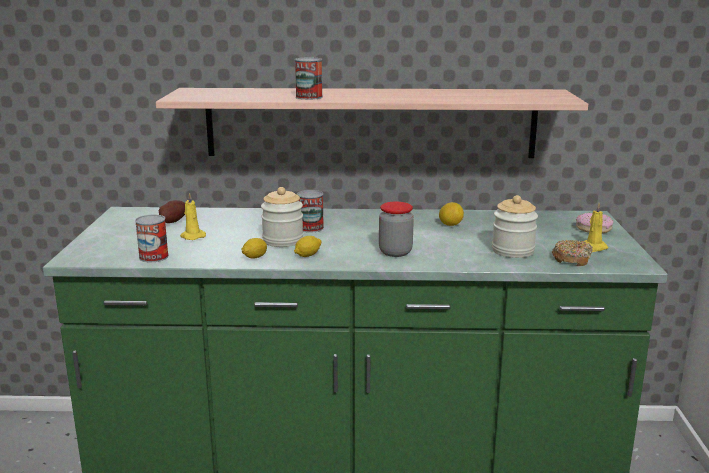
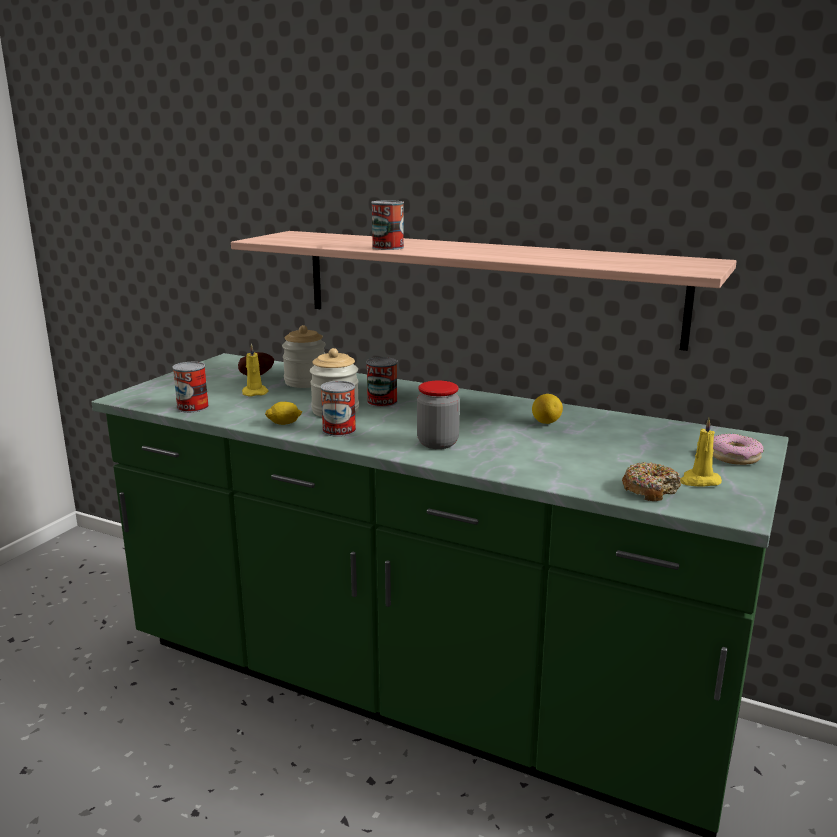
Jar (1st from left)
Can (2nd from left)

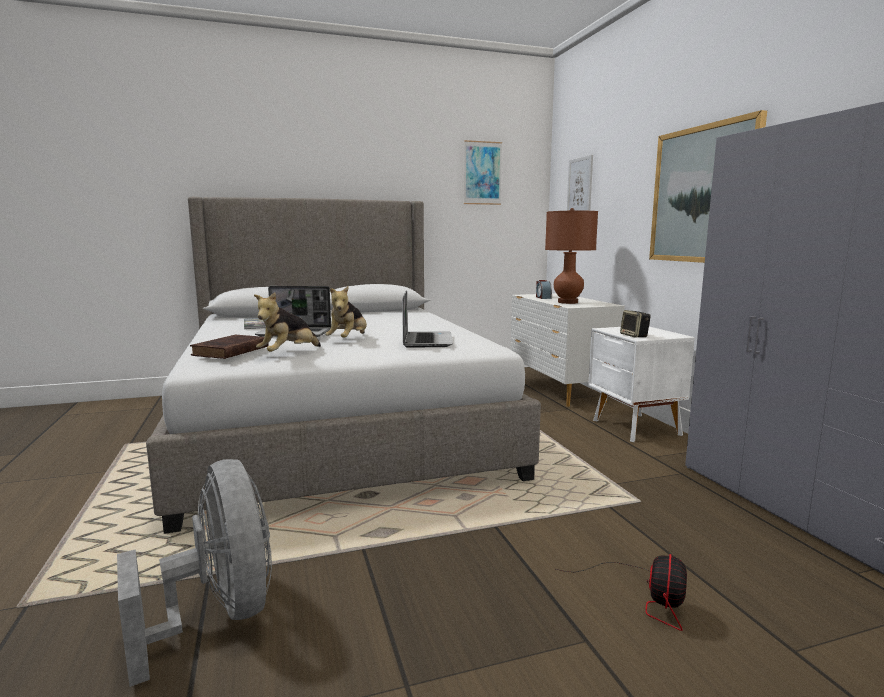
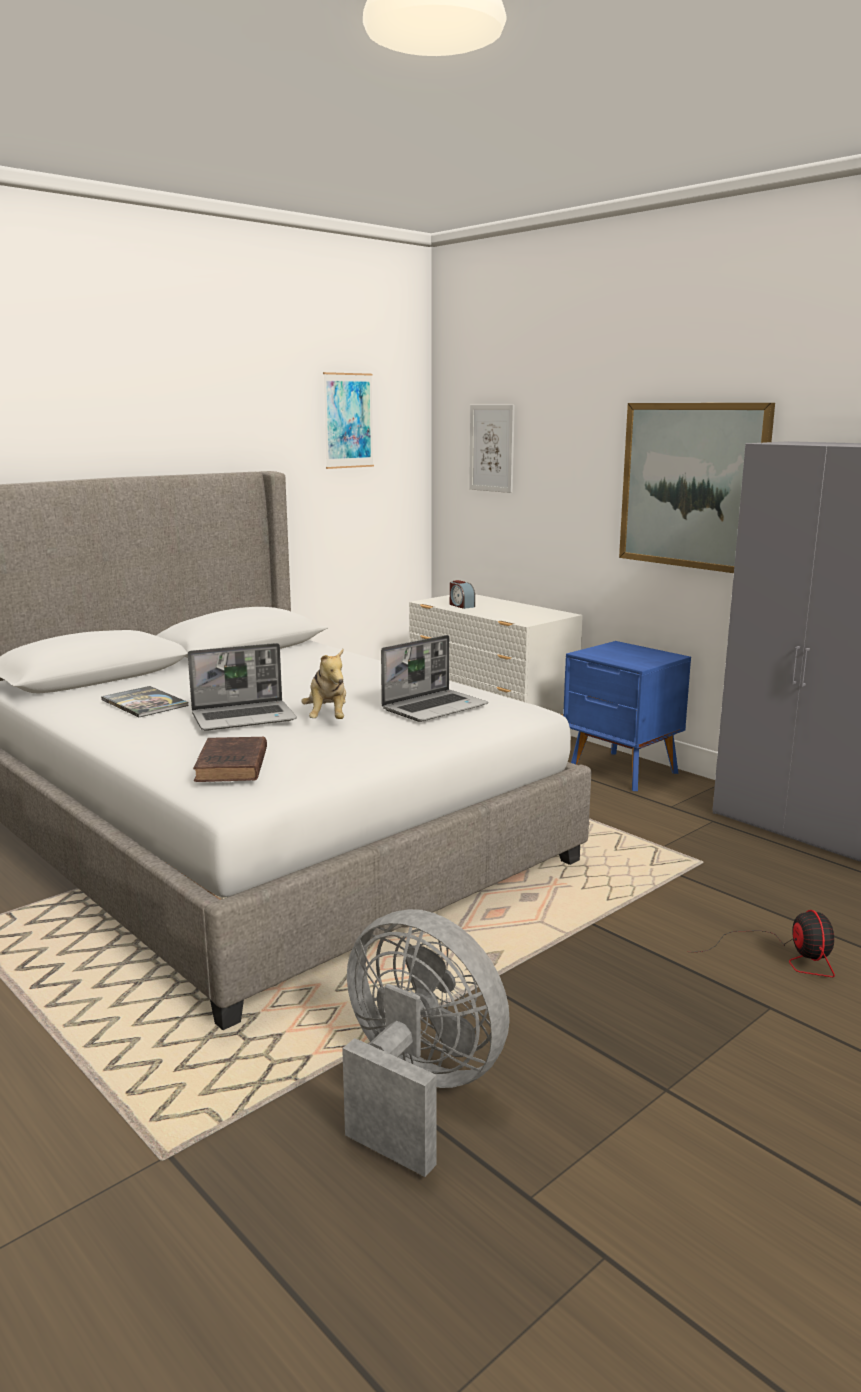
Laptop (2nd from left)
BlueNightstand
PlushToy (1st from left in the first image)
BrownTableLamp
Speaker

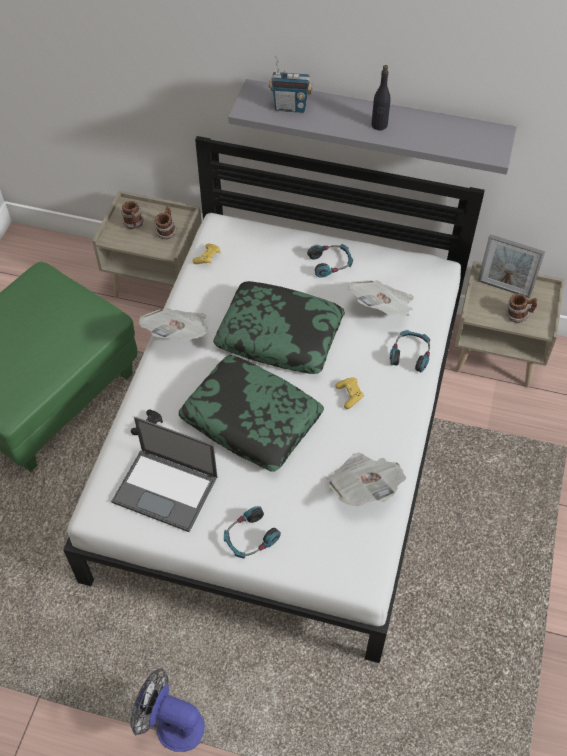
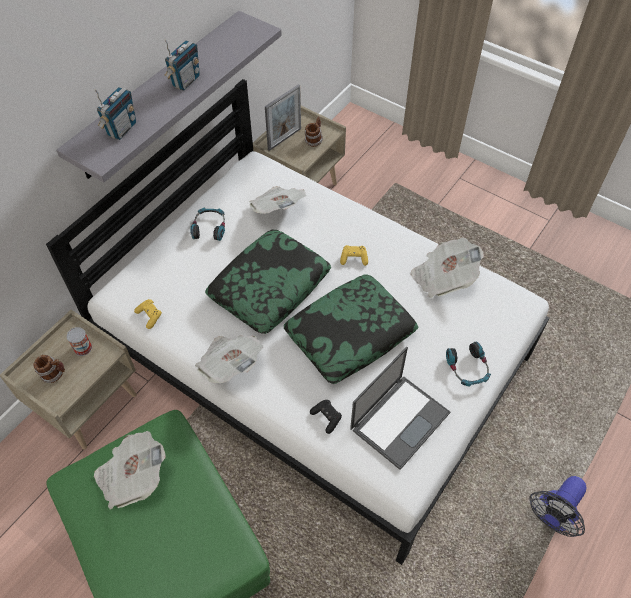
Can
Newspaper (1st from left)
Radio (2nd from left)
Headphones (3rd from left in the first image)

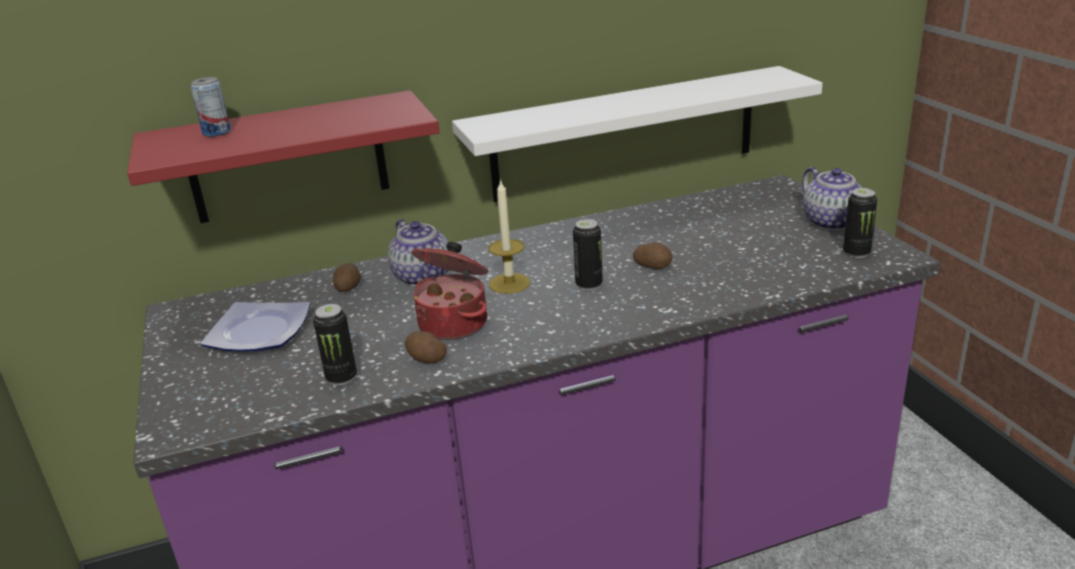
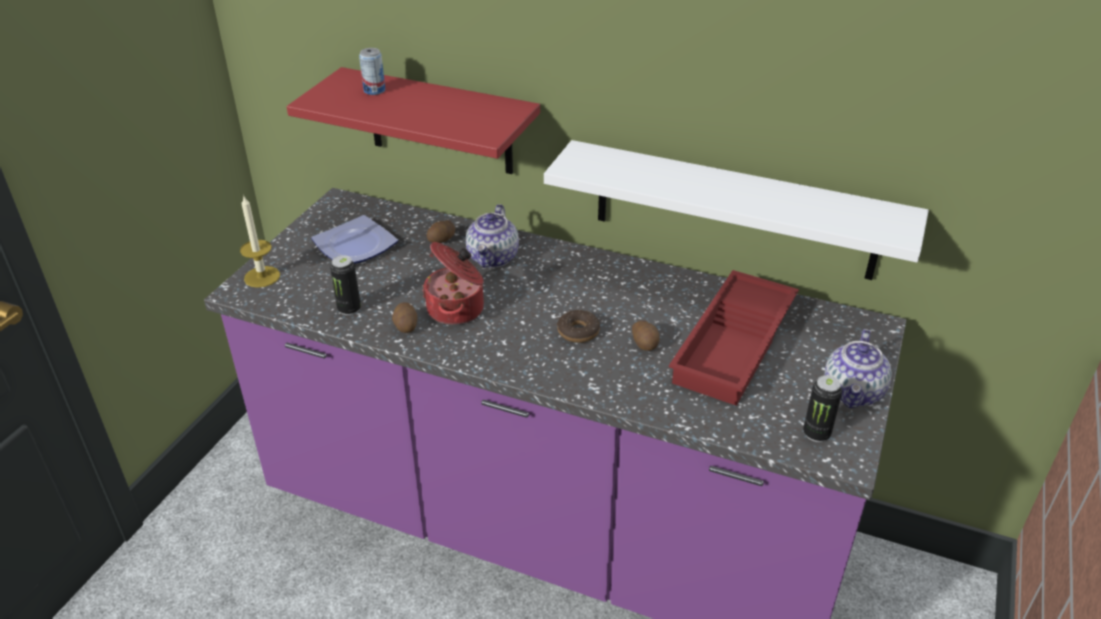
Candle
Donut
RedTray

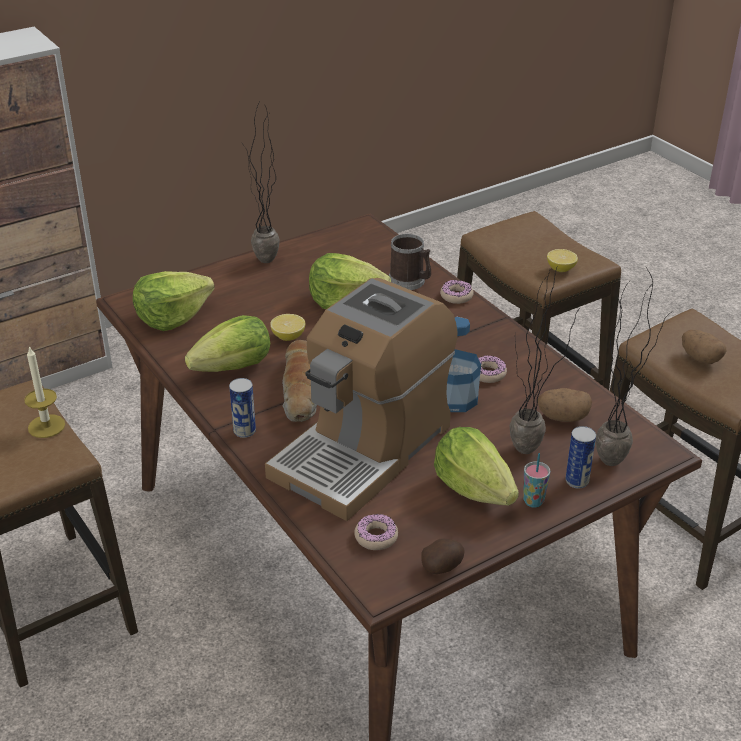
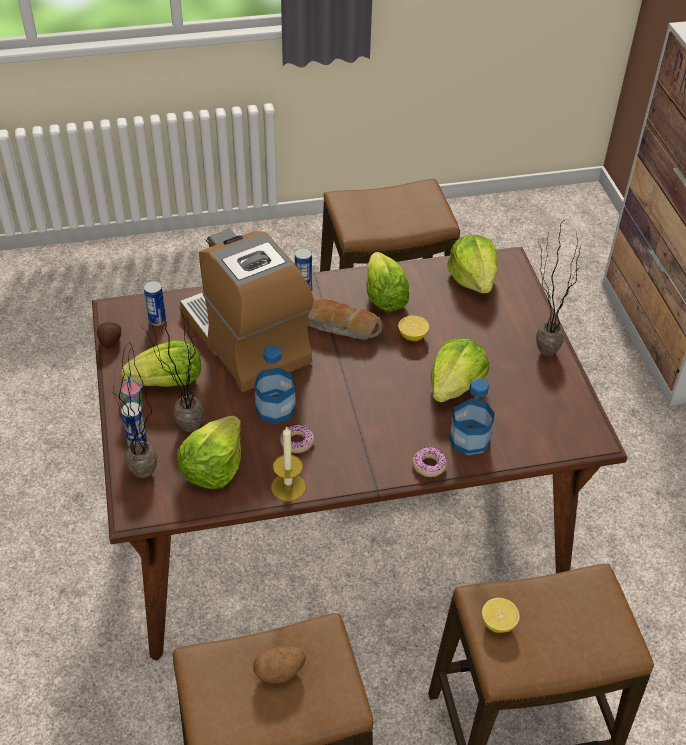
Can (2nd from left)
Lettuce (2nd from left)
Candle
Bottle (2nd from left)

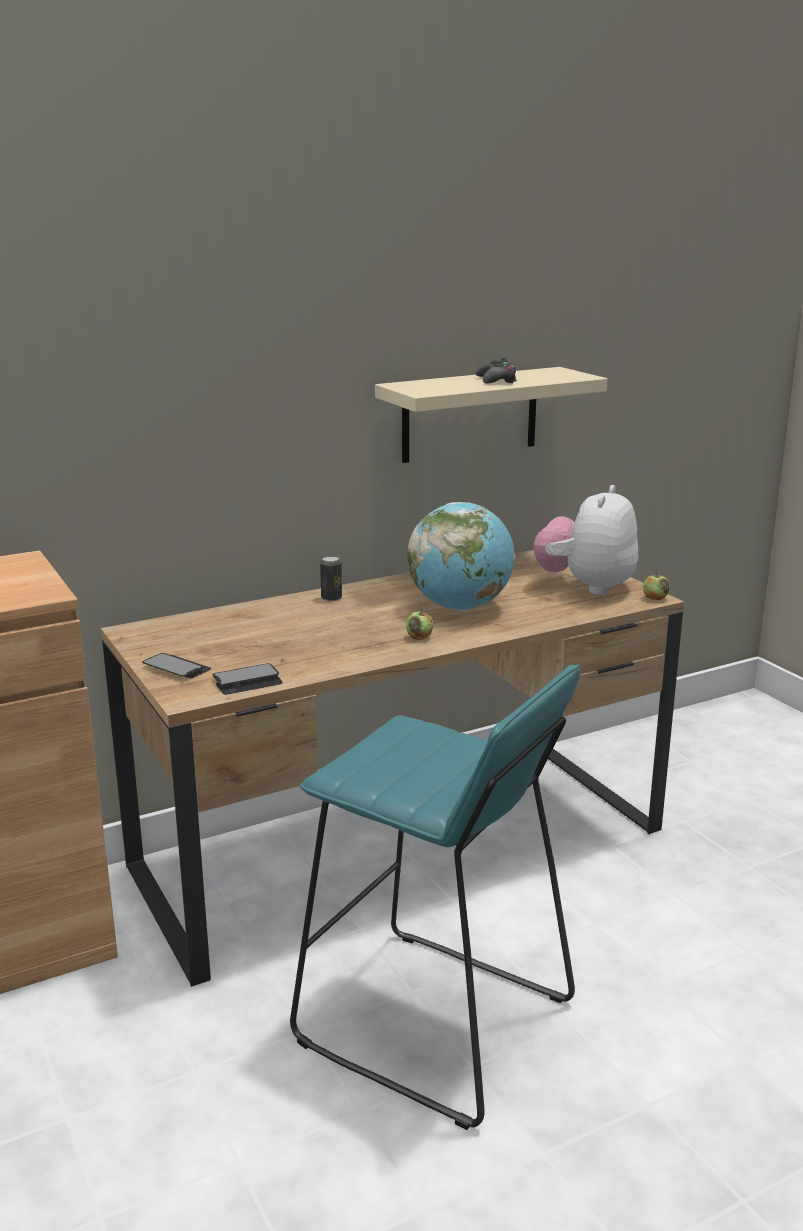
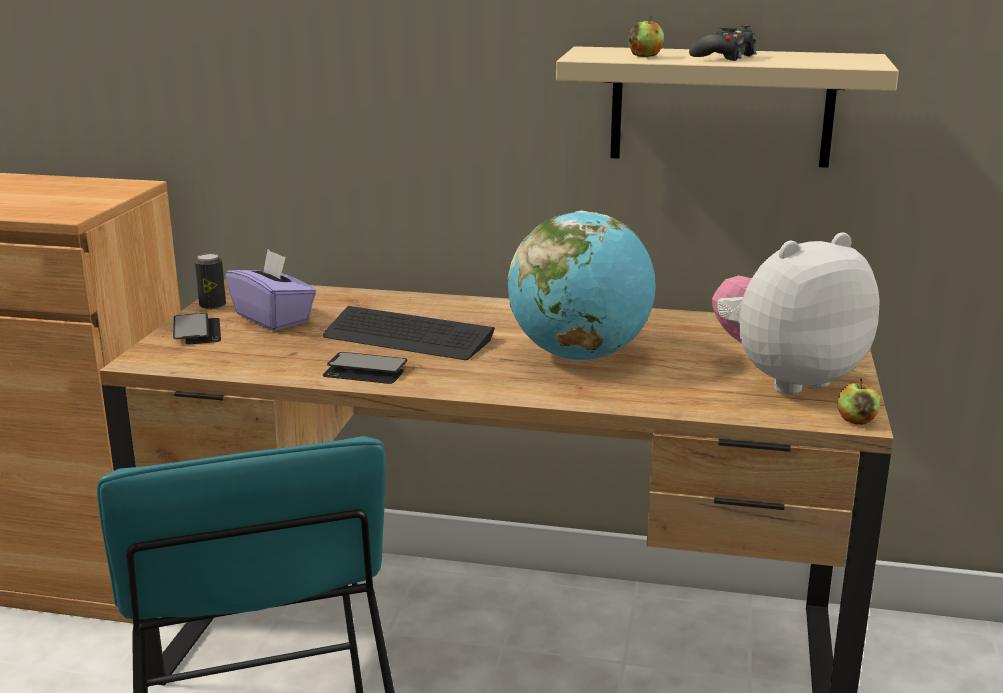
Can
PurpleTissueBox
Keyboard
Phone (2nd from left)
Apple (1st from left)

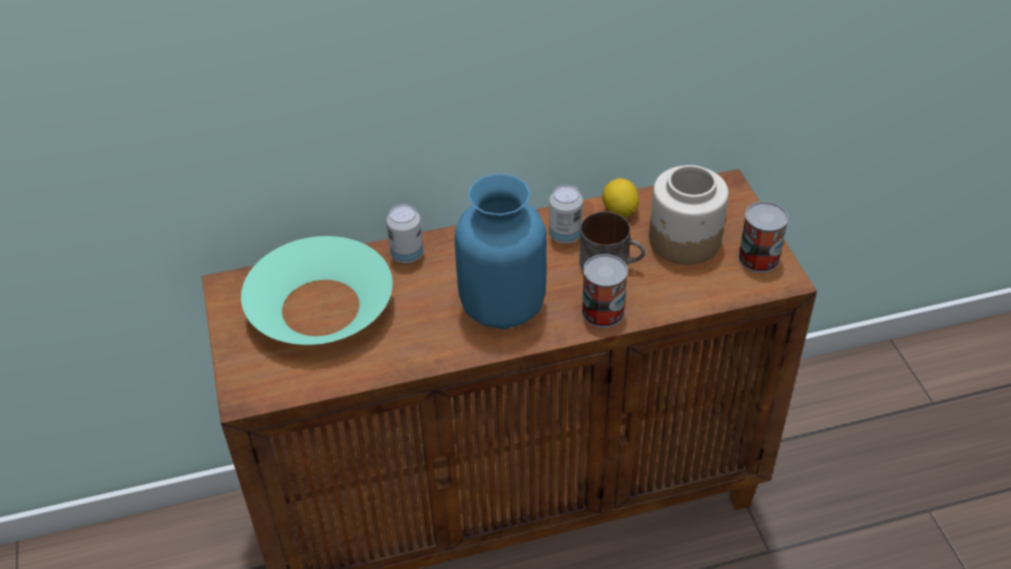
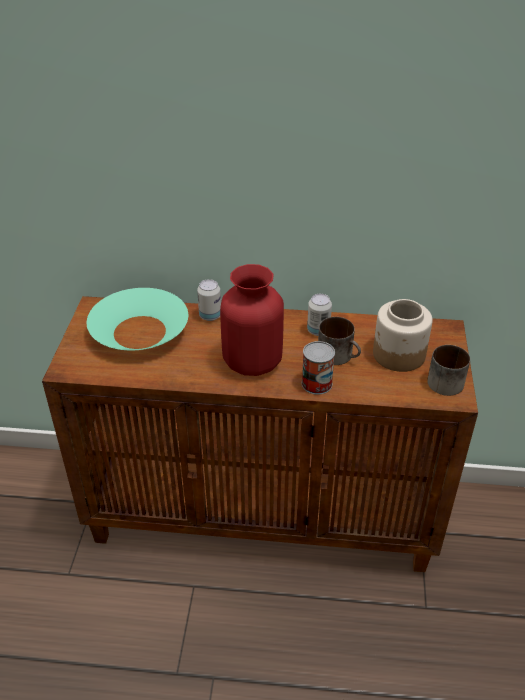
RedVase
Mug (2nd from left)
Lemon

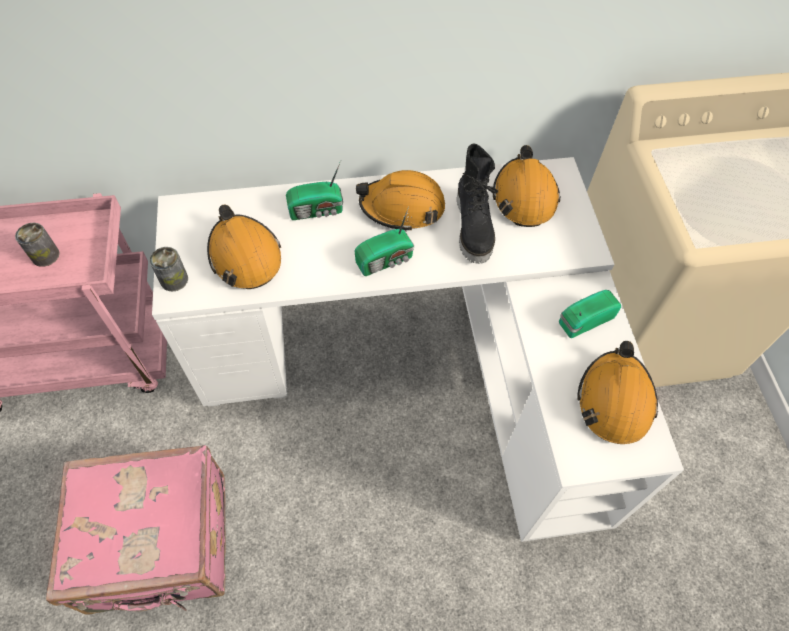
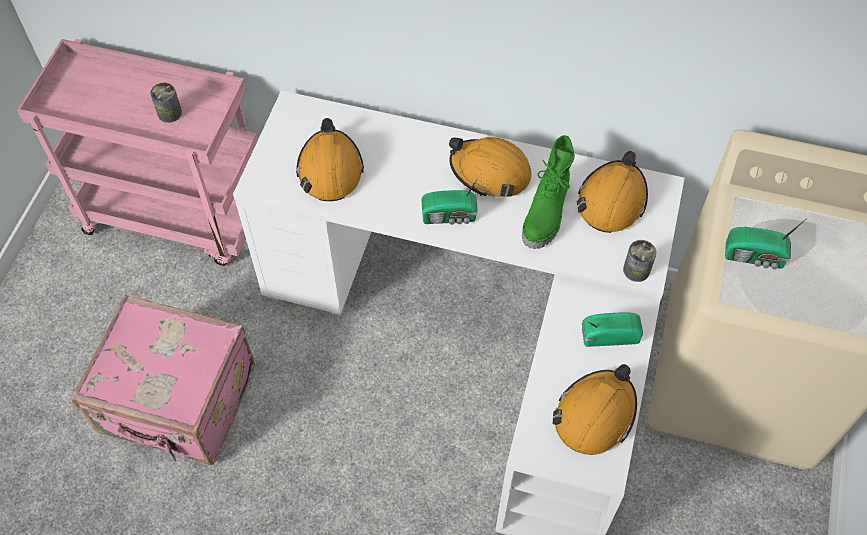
GreenBoot
Can (2nd from left)
Radio (3rd from left)

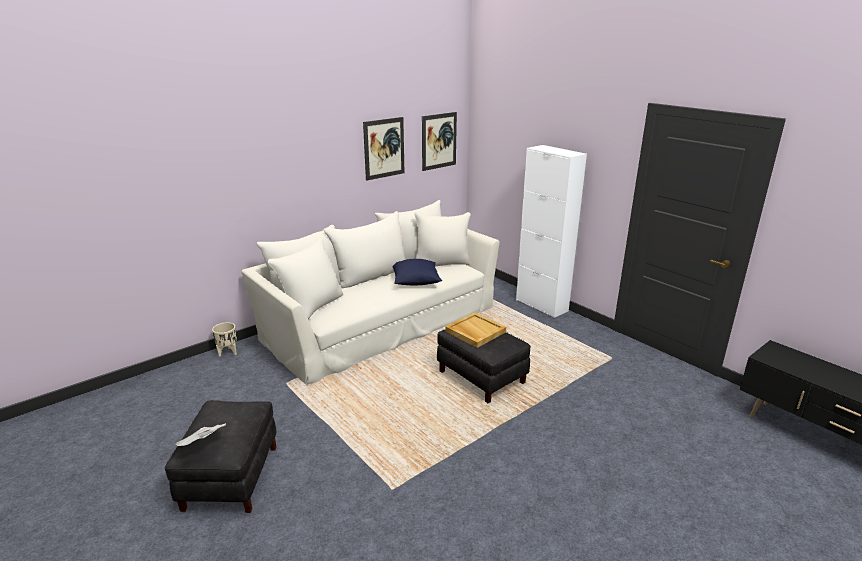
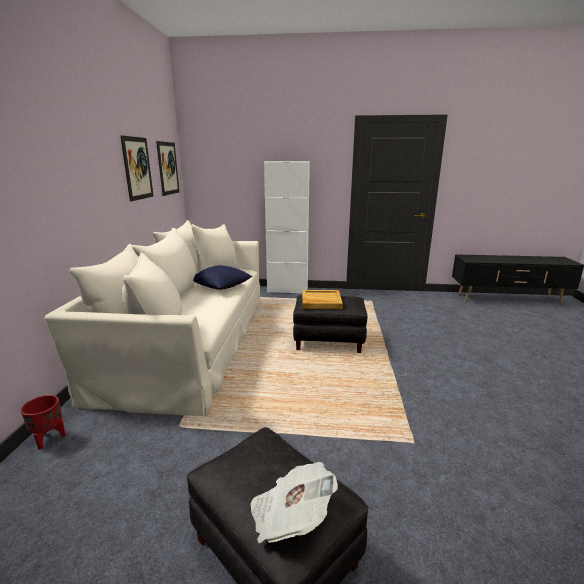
RedPlanter

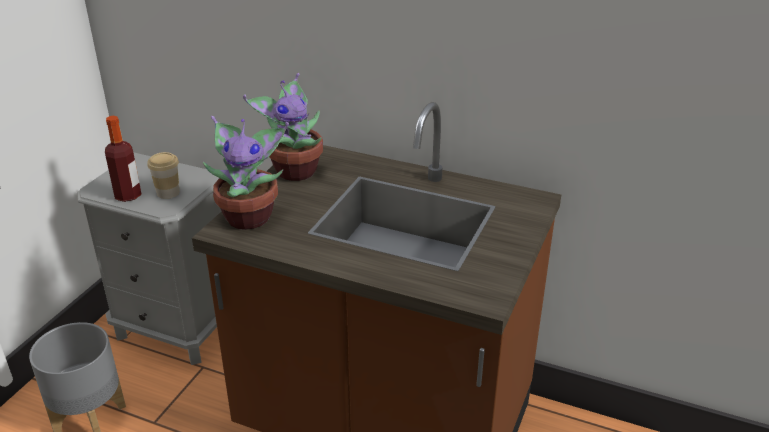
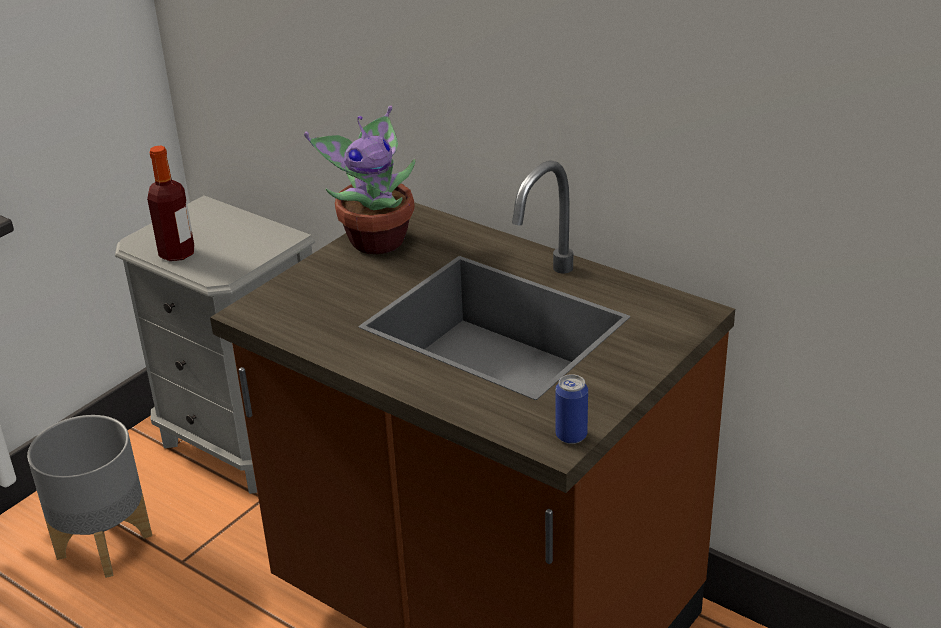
Can
Cup
PottedPlant (1st from left in the first image)

